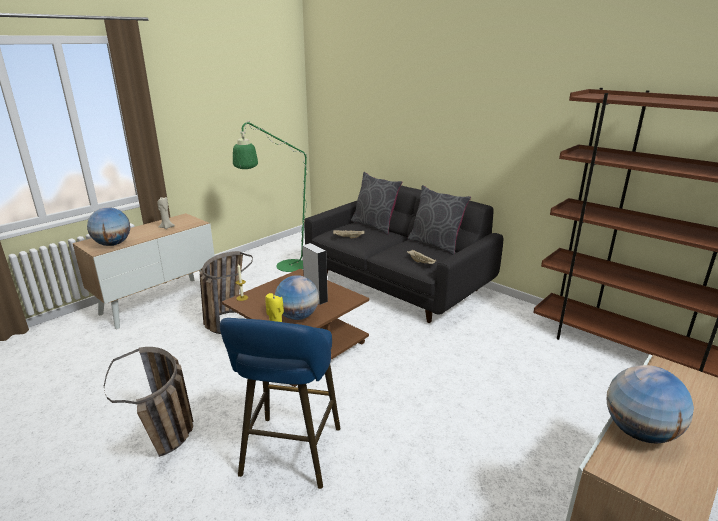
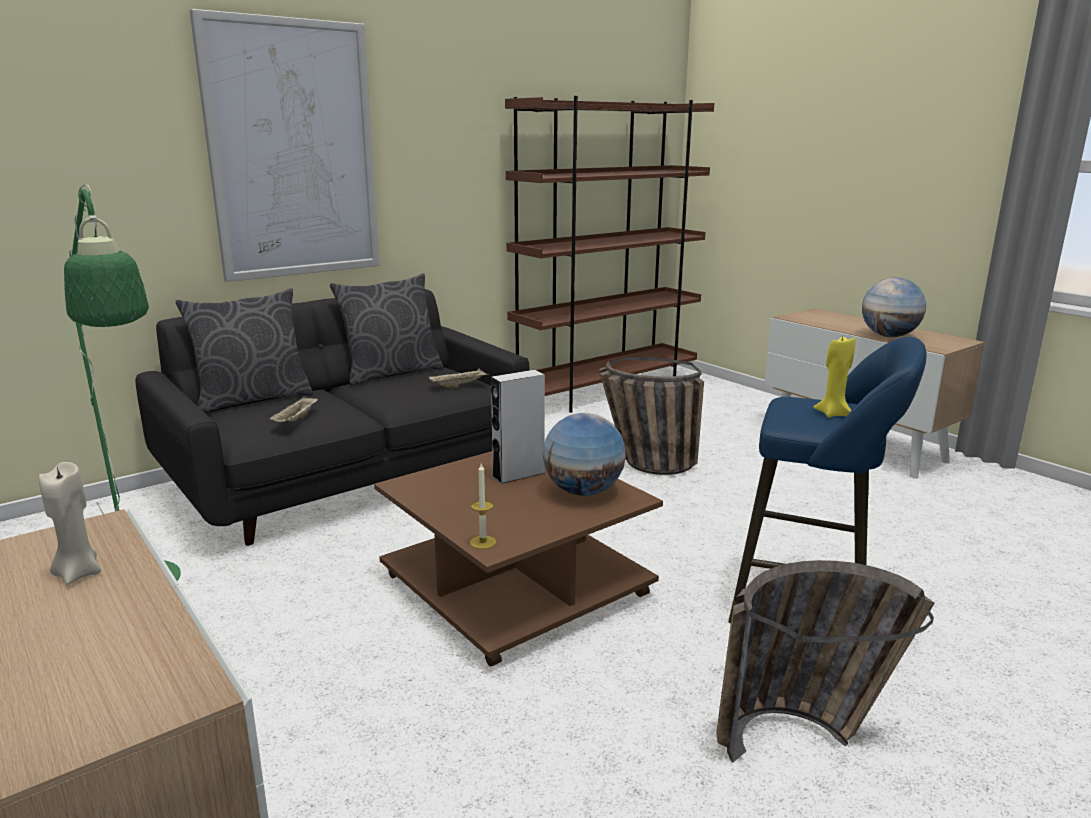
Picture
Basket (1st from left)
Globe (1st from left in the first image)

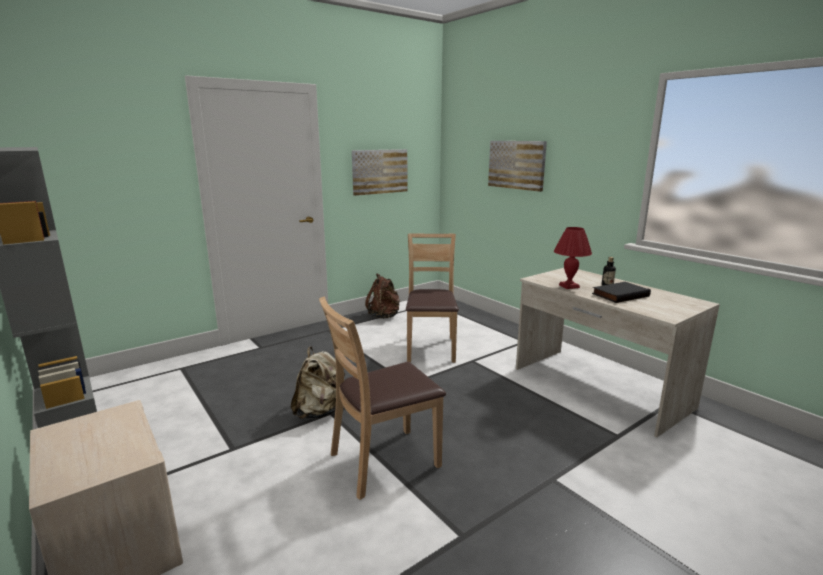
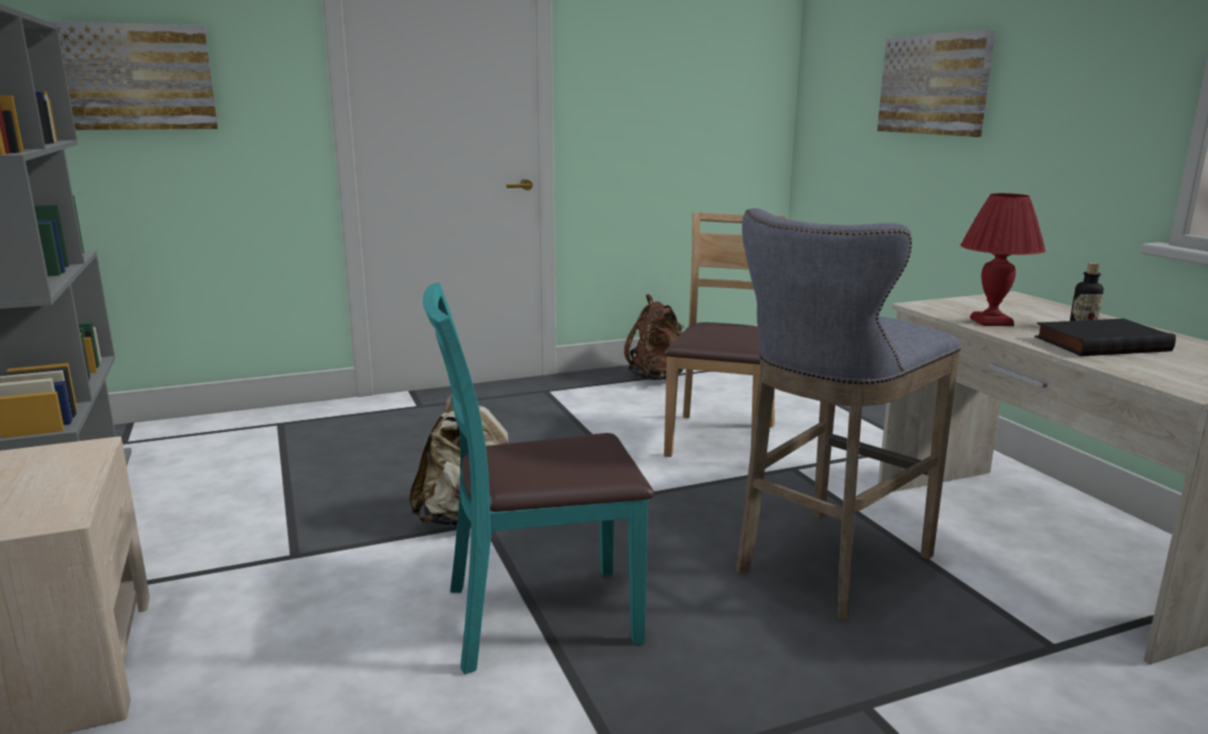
Picture (1st from left)
TurquoiseChair
GreyStool

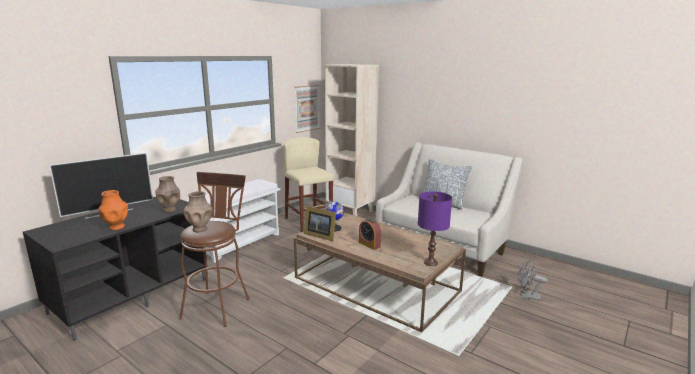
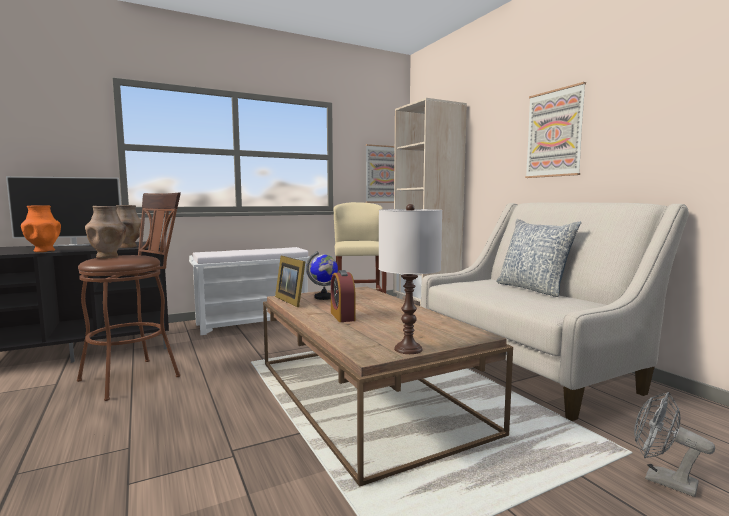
WhiteTableLamp
Picture (2nd from left)

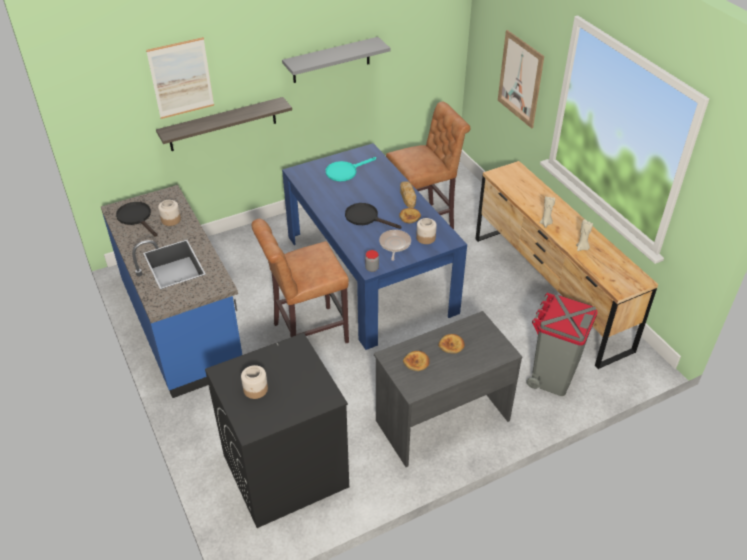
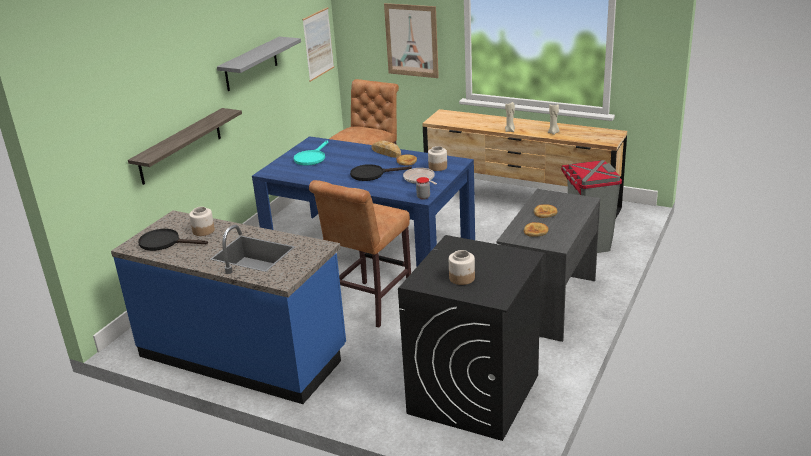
Picture (1st from left)

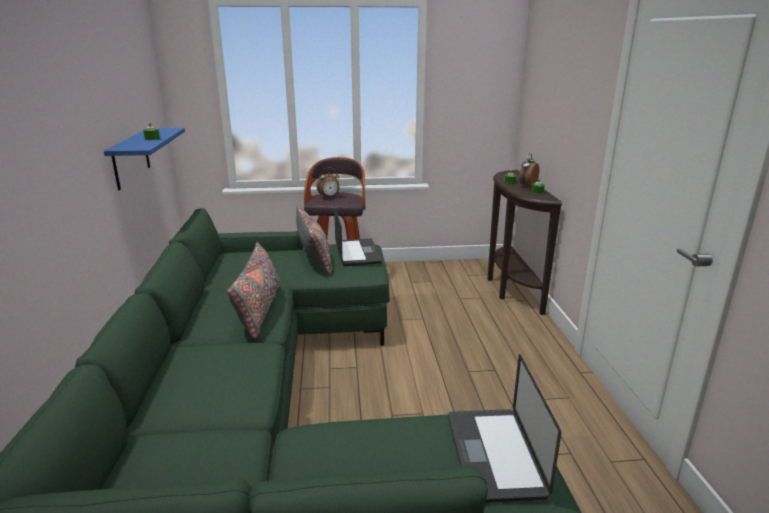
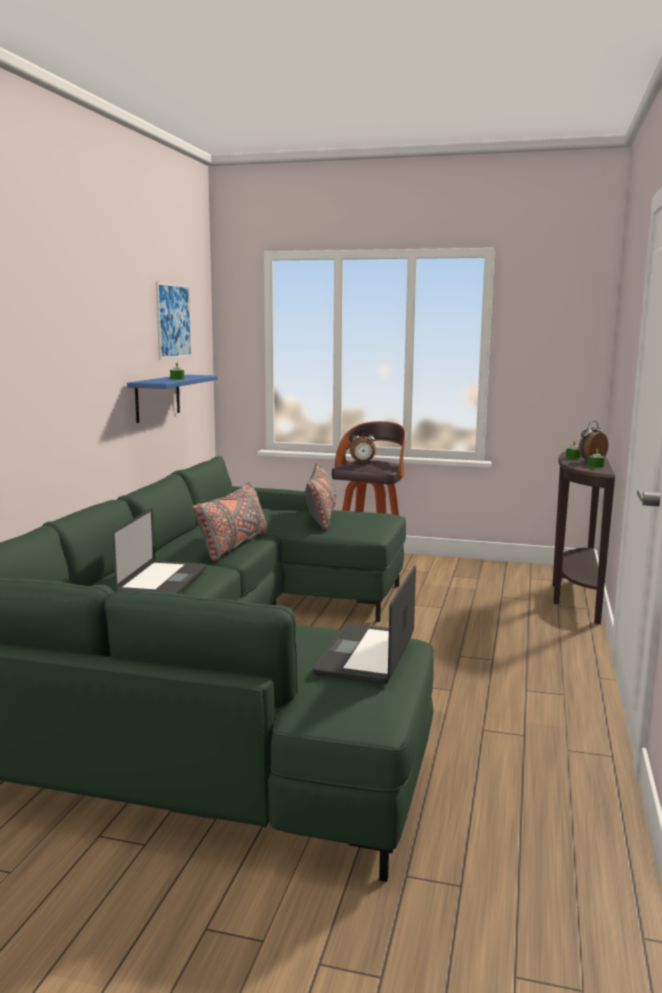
Laptop (1st from left)
Picture

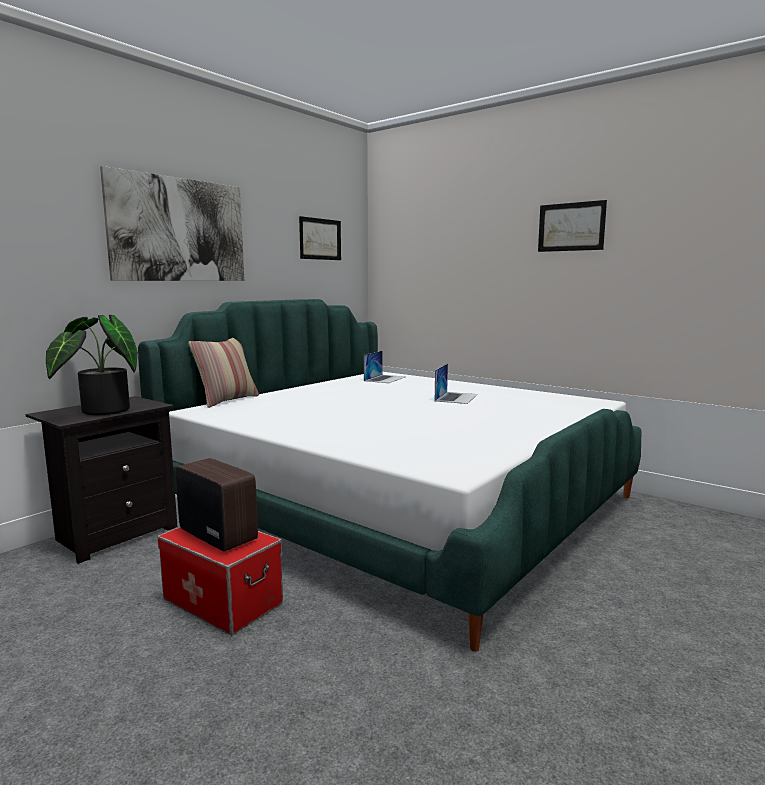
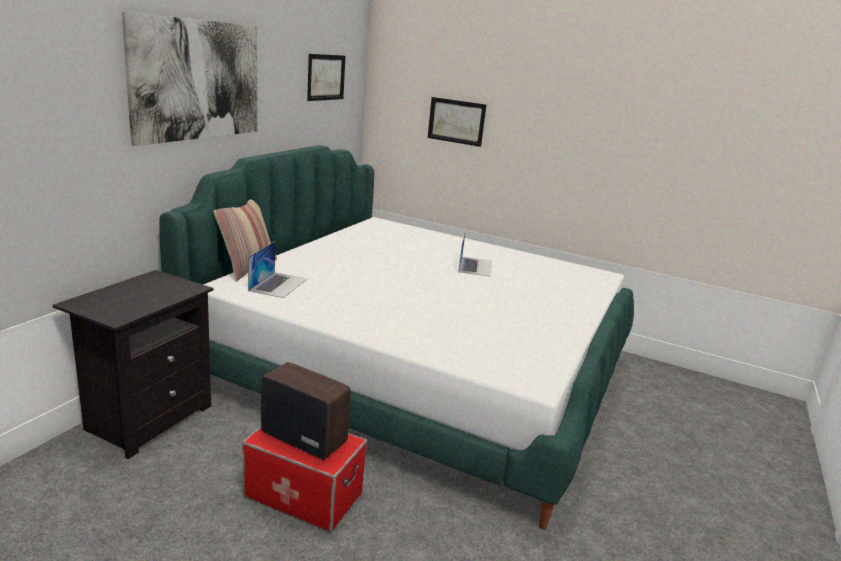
Laptop (1st from left)
Picture (3rd from left)
PottedPlant

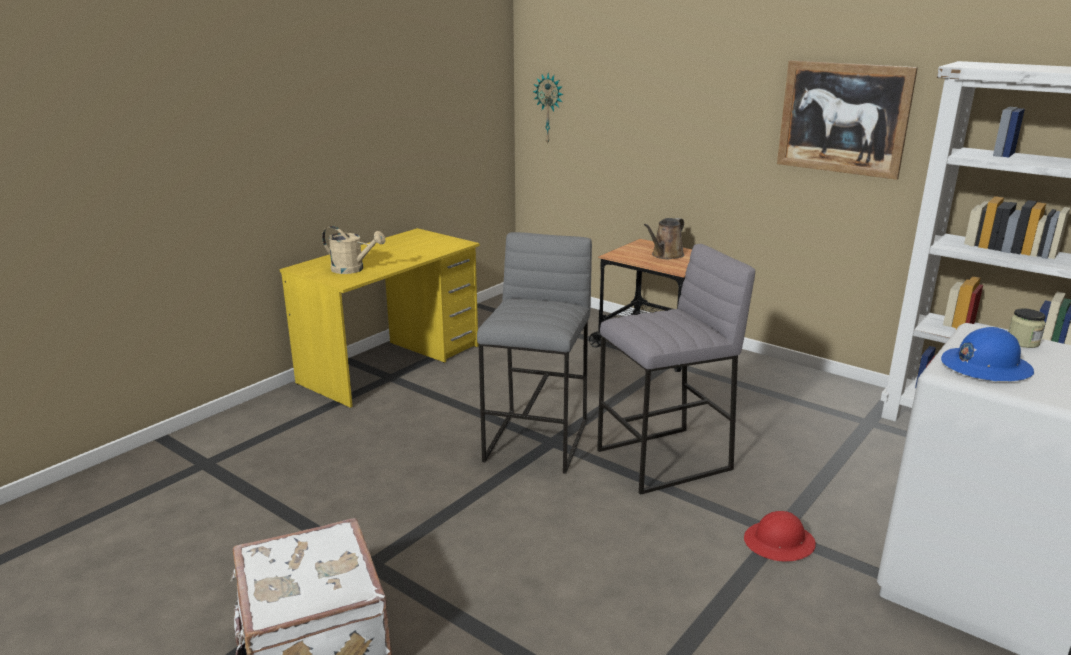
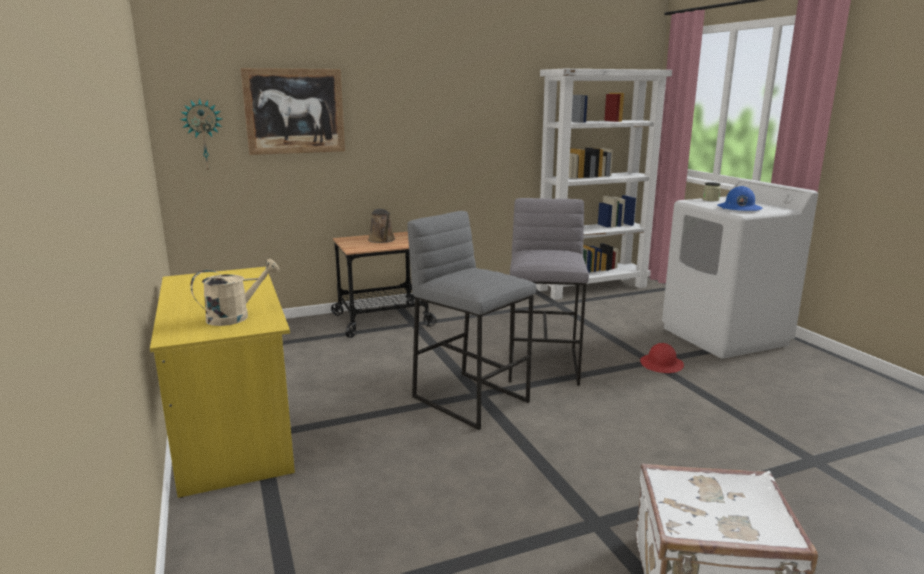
Picture

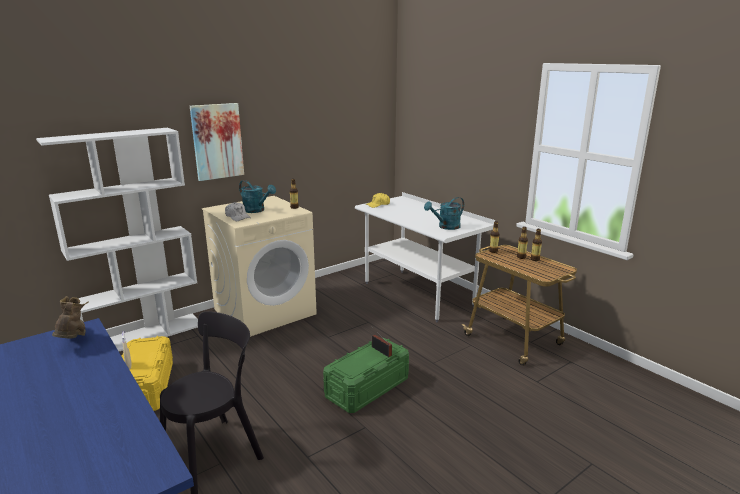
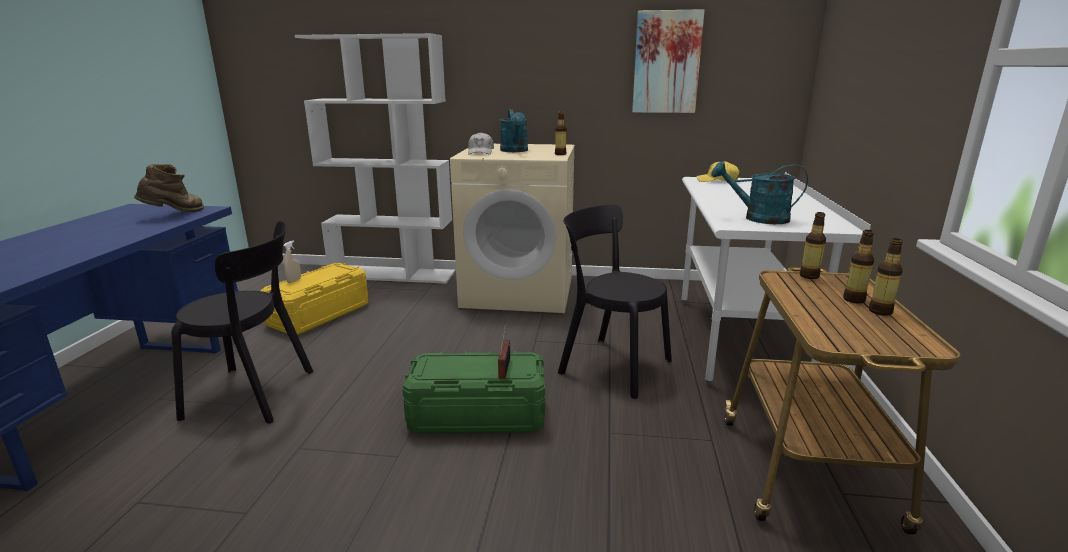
BlackChair (2nd from left)
Picture

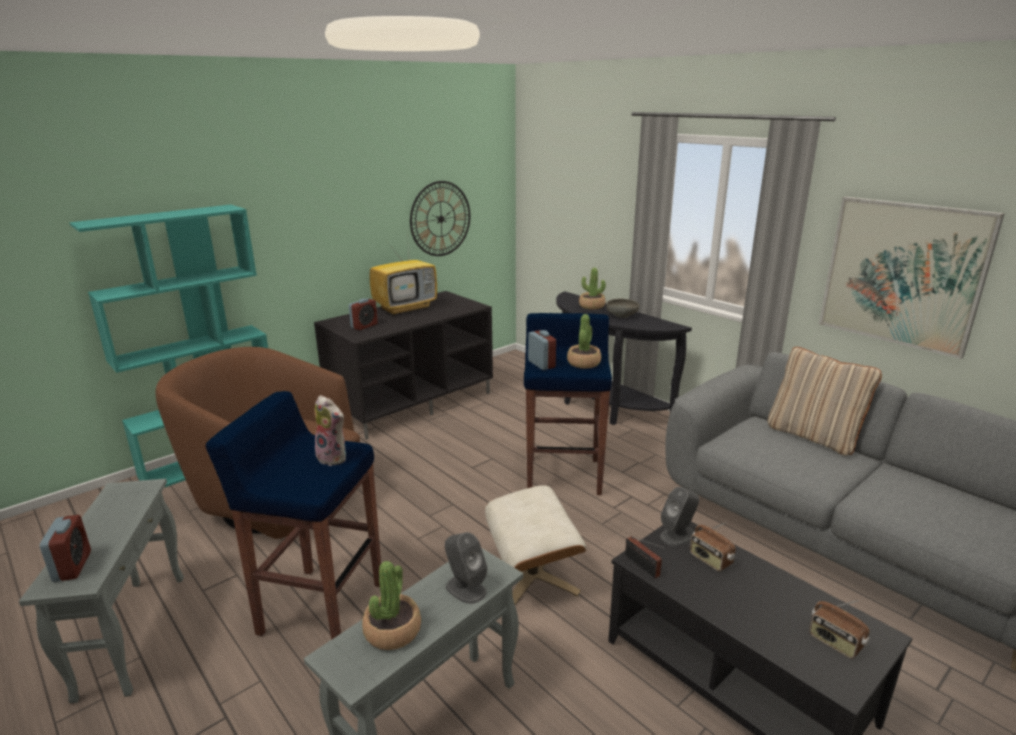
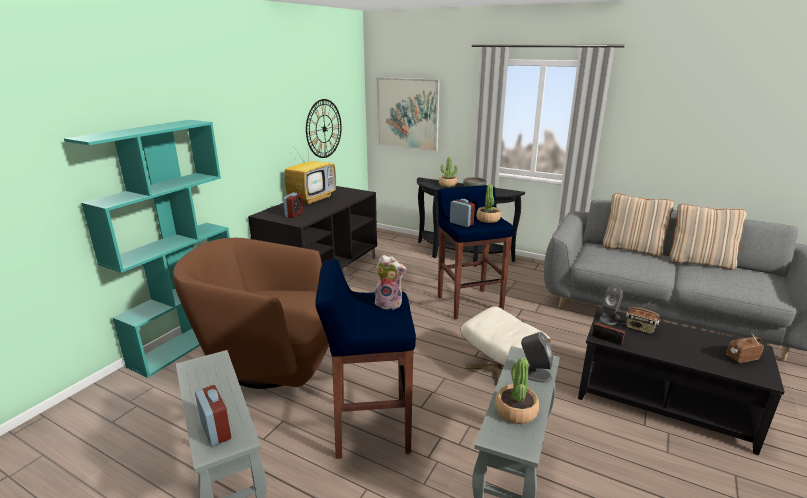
Picture
BeigePillow (2nd from left)
Radio (3rd from left)

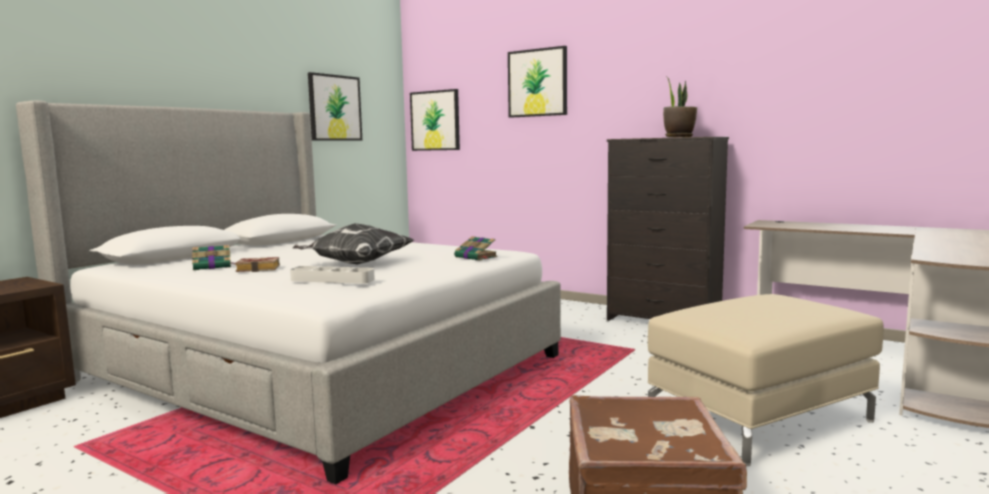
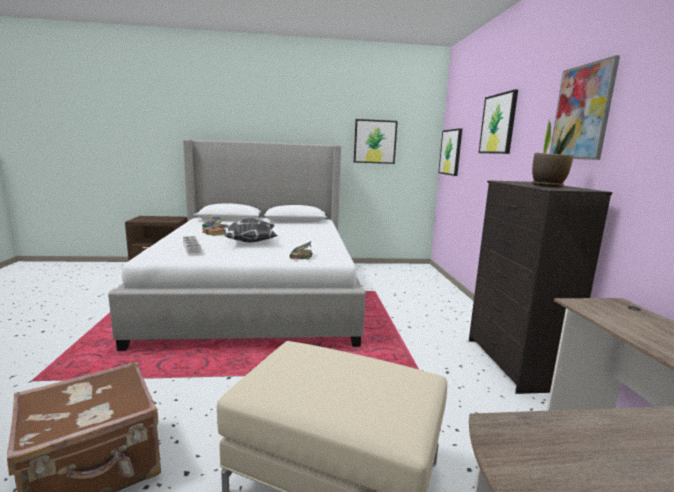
Picture (4th from left)

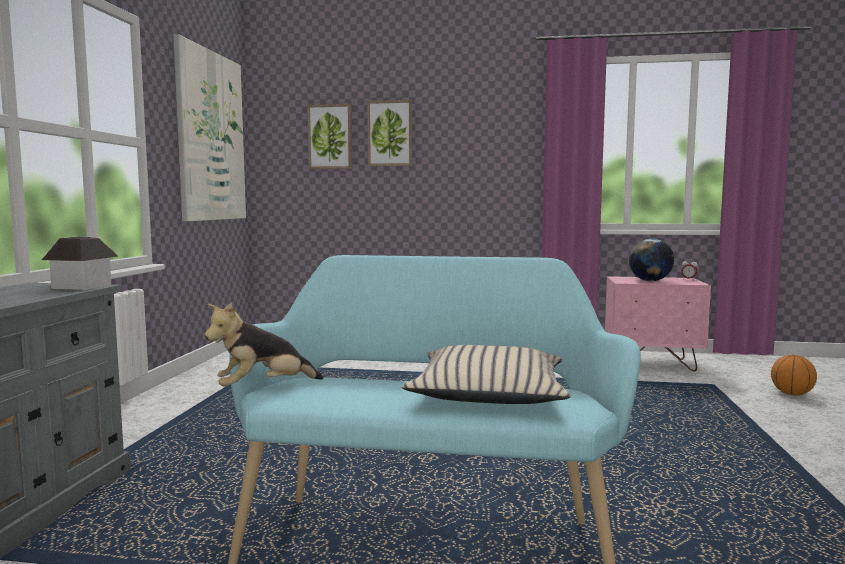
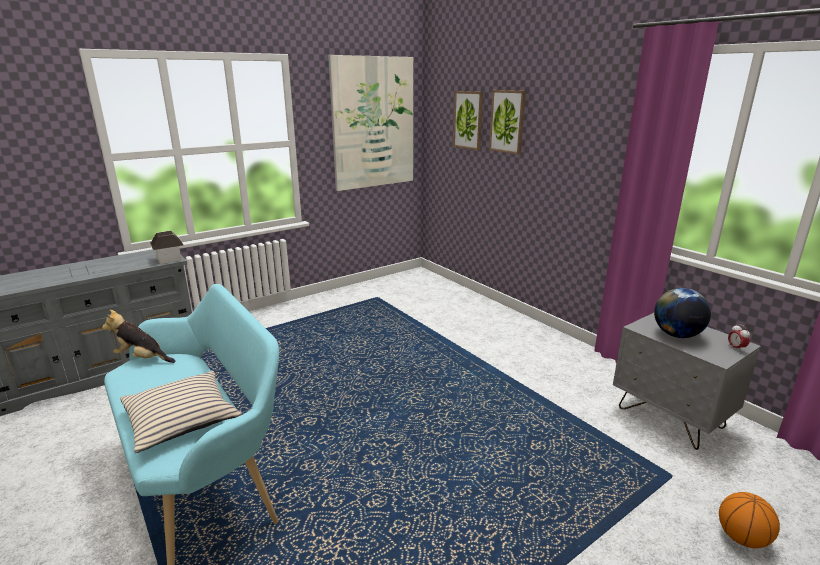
GreyNightstand

